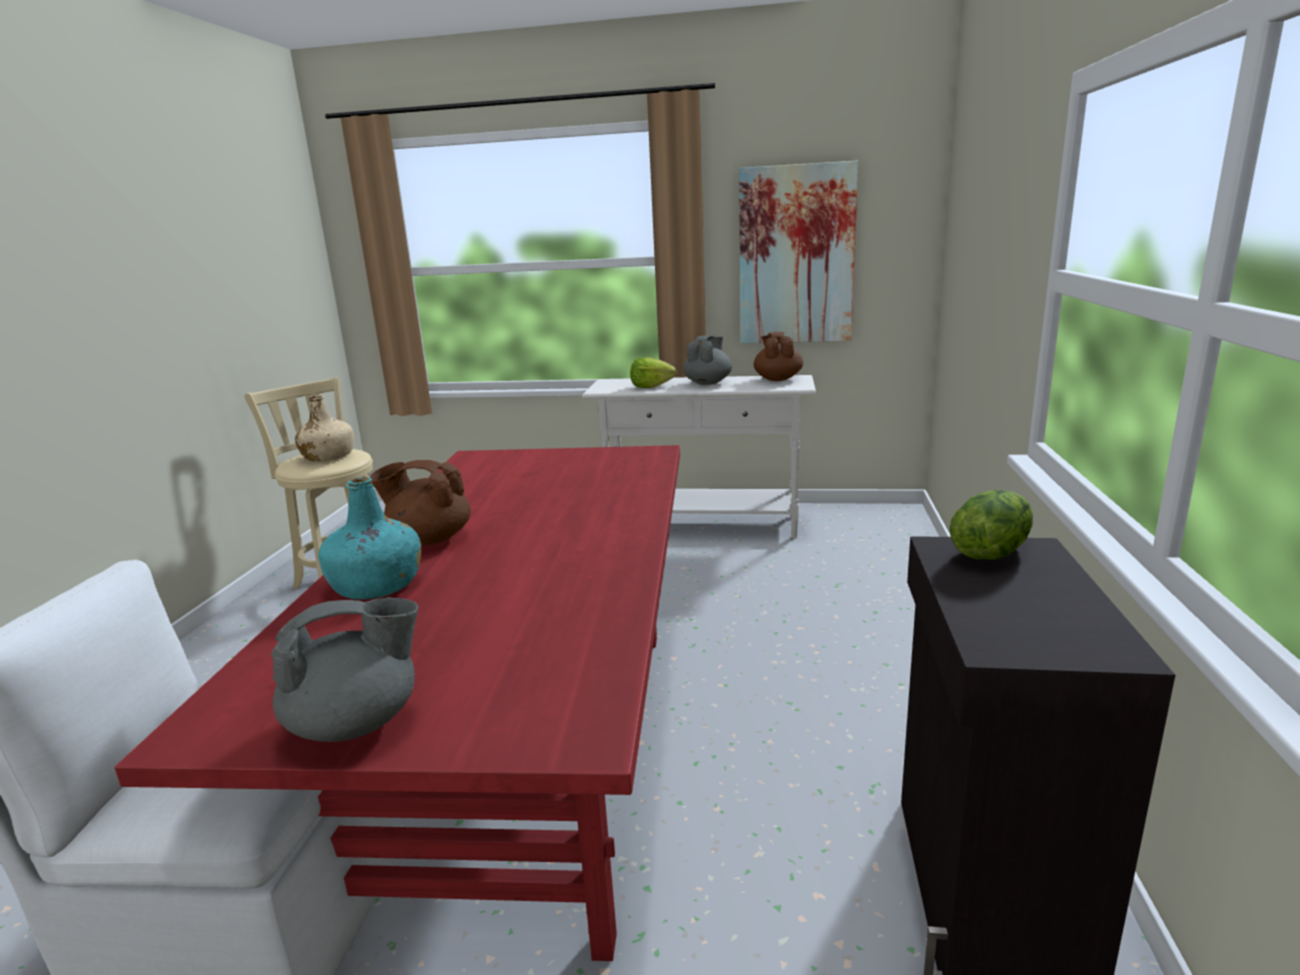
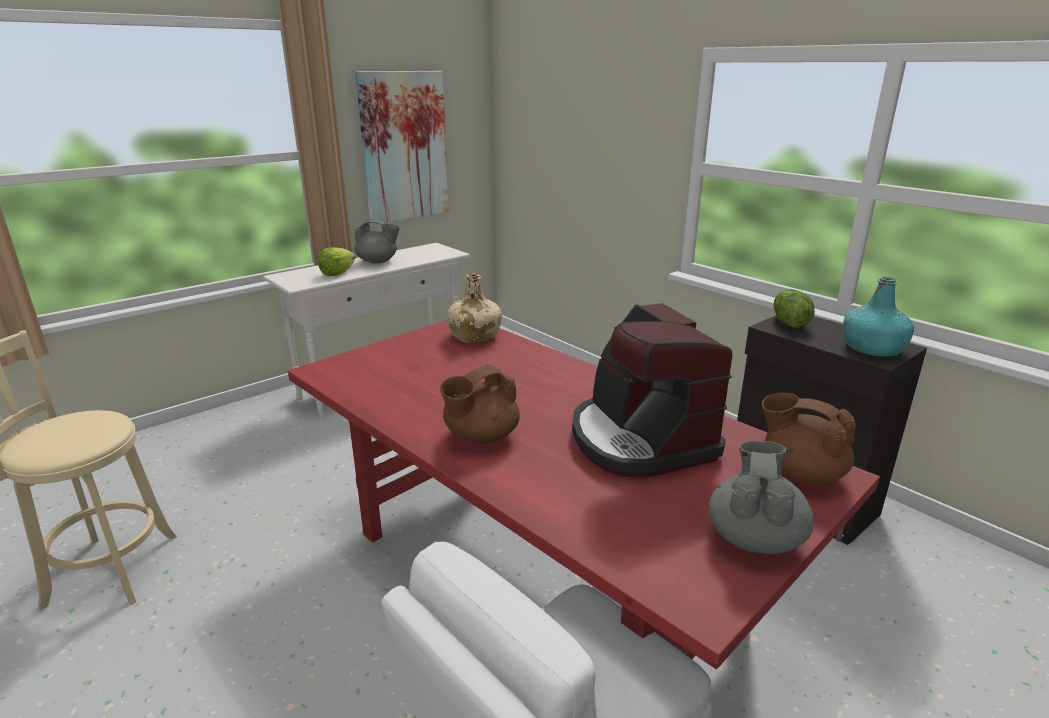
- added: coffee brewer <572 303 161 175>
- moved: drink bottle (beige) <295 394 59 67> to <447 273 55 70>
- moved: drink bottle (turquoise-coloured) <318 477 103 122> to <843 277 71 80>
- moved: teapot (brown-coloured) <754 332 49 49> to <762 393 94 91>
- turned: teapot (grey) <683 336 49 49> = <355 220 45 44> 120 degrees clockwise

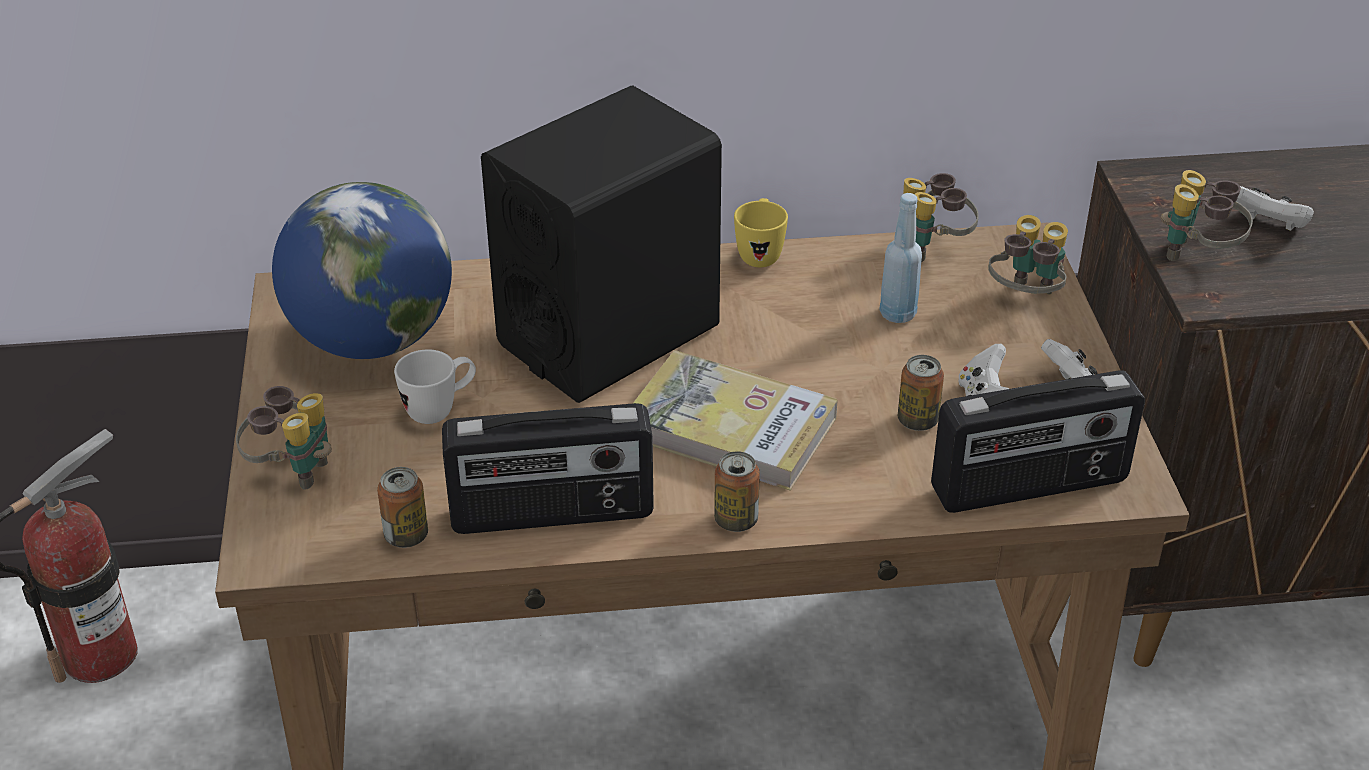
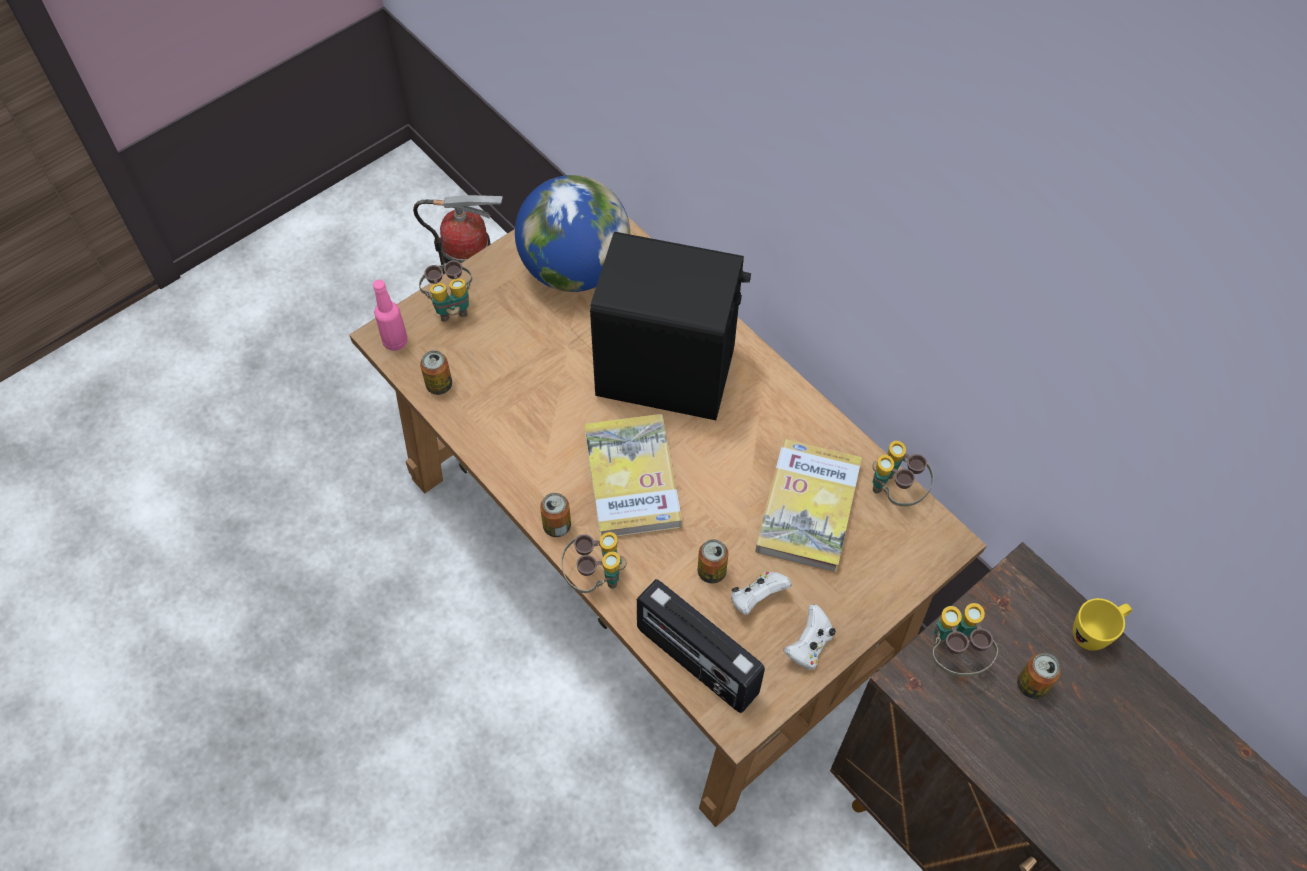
- removed: mug (white) <394 349 82 75>
- removed: radio set <442 403 212 131>
- added: drink bottle (pinkish) <373 280 35 71>
- moved: mug (yellow-coloured) <734 198 54 69> to <1073 598 59 53>
- moved: pair of binoculars <988 215 80 80> to <561 532 66 61>
- replaced: drink bottle (blue-coloured) <880 193 42 130> to volume <755 439 107 133>
- replaced: game controller (white) <1236 186 78 45> to metal can <1017 653 44 46>

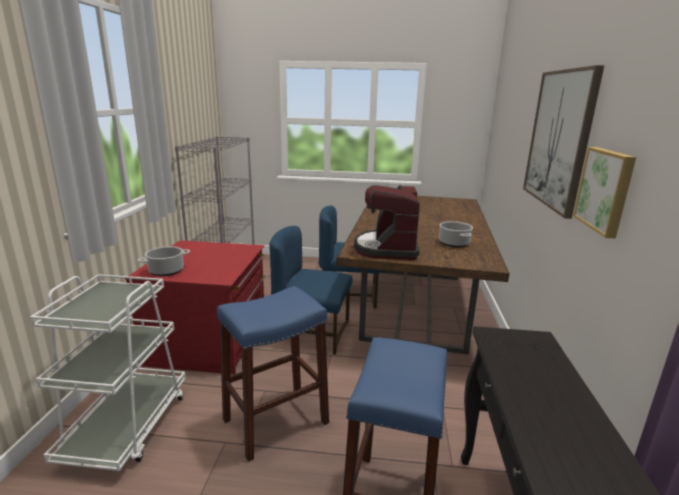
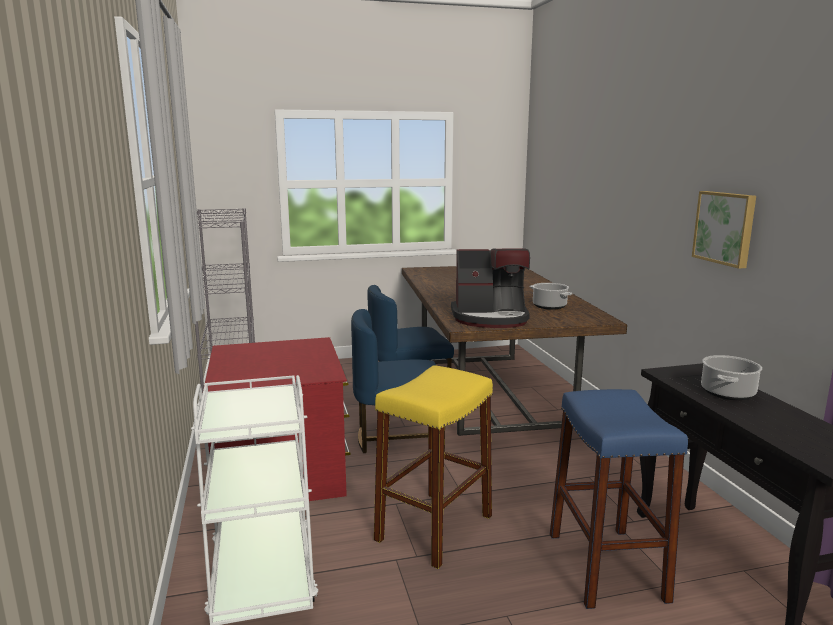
- removed: wall picture <523 65 81 154>
- moved: saucepot <137 246 53 30> to <701 355 61 45>
- recoloured: stool seat (blue-coloured) <217 286 112 176> to stool seat (yellow-coloured) <374 366 119 203>
- turned: coffee brewer <354 185 66 75> = <451 248 79 80> 75 degrees counterclockwise

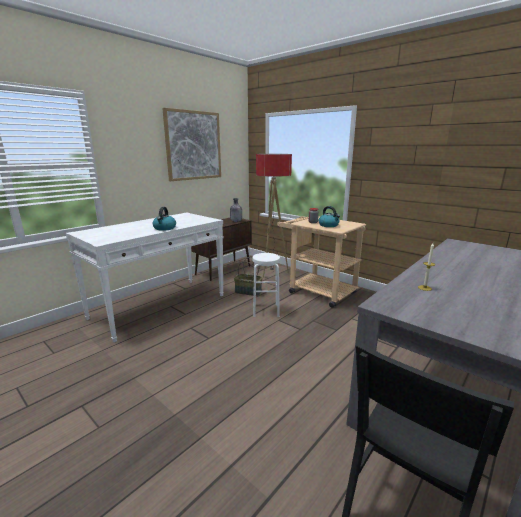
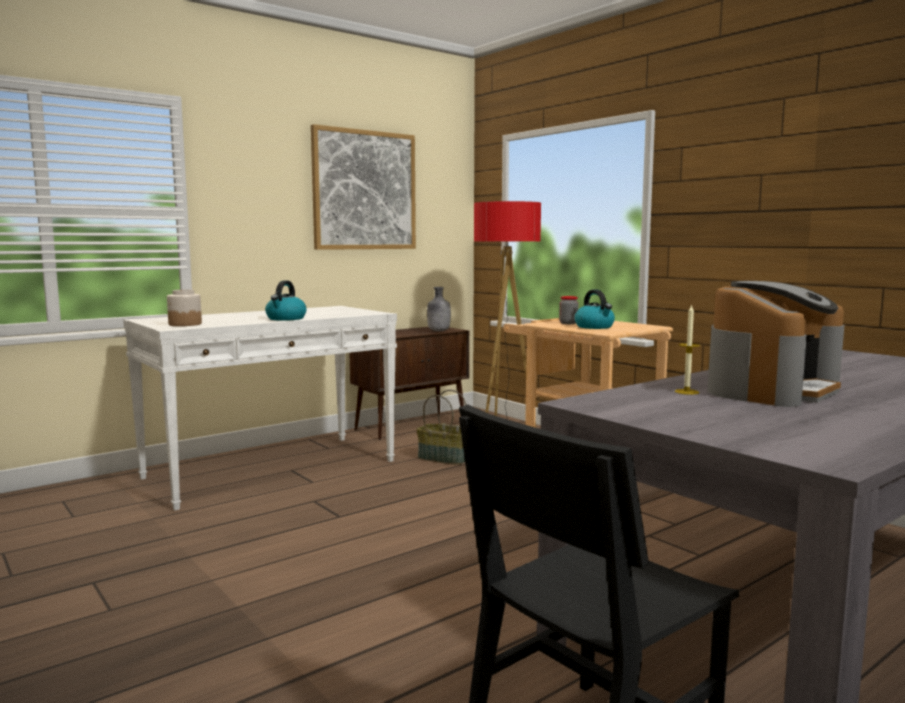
- removed: stool seat (white) <252 253 28 64>
- added: jar <167 290 35 36>
- added: coffee brewer <707 281 137 126>

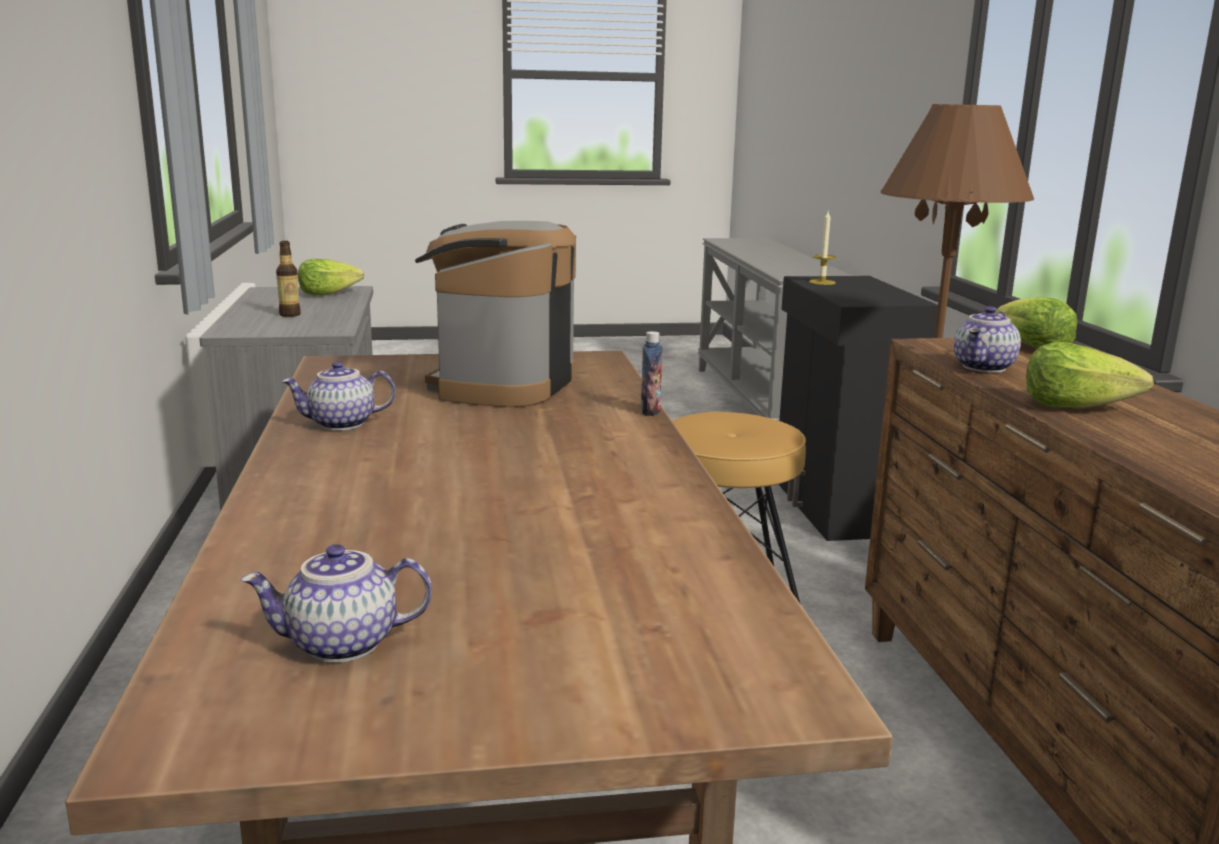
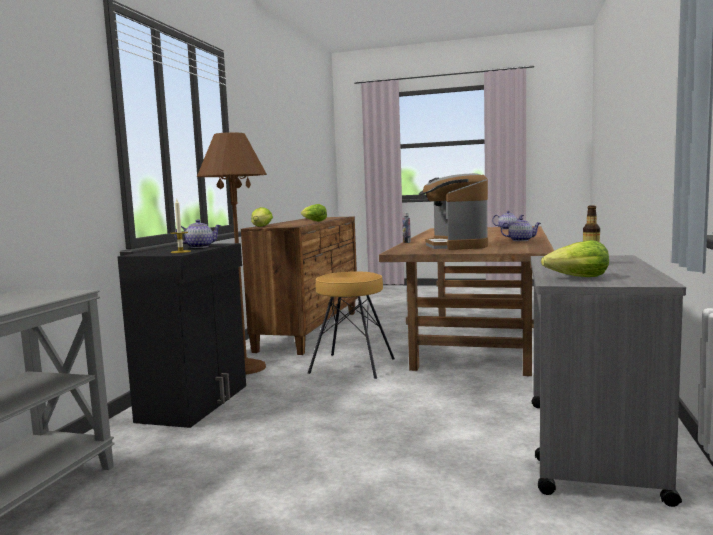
- moved: teapot <954 306 67 67> to <175 219 46 29>
- turned: coffee brewer <415 221 161 186> = <419 173 69 77> 135 degrees clockwise

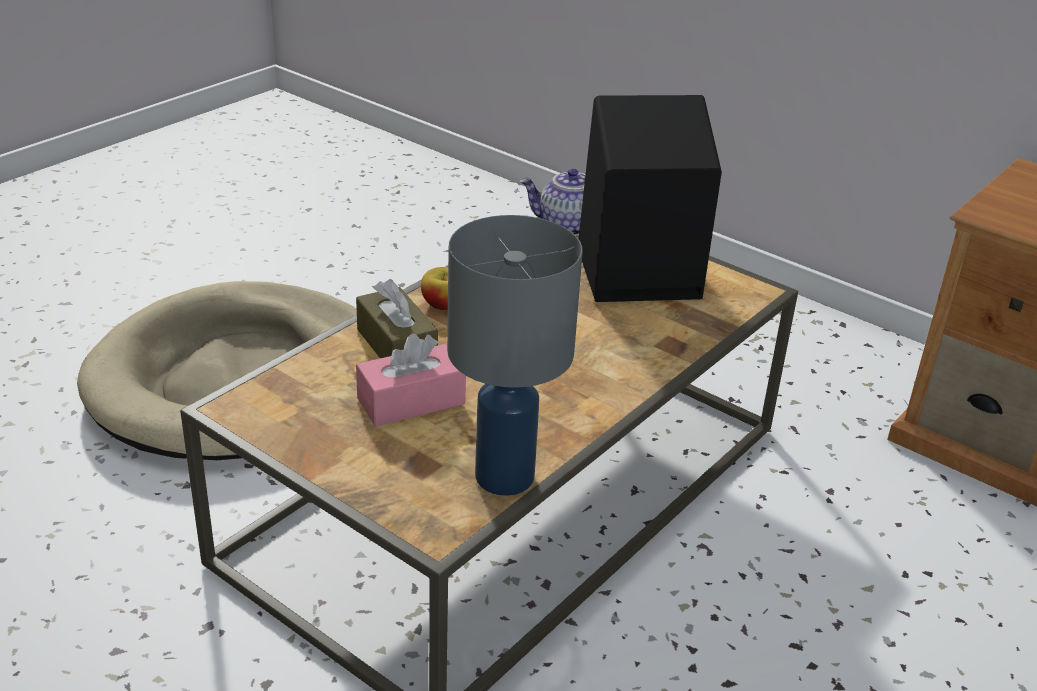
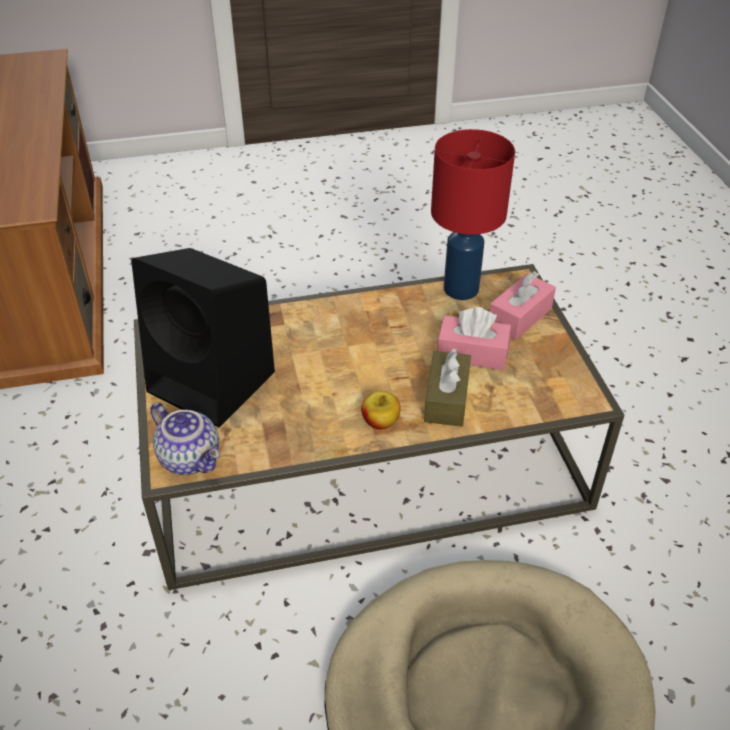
- added: box of tissues (pinkish) <489 271 67 69>
- recoloured: tabletop lamp (grey) <447 215 136 281> to tabletop lamp (red-coloured) <431 129 84 171>

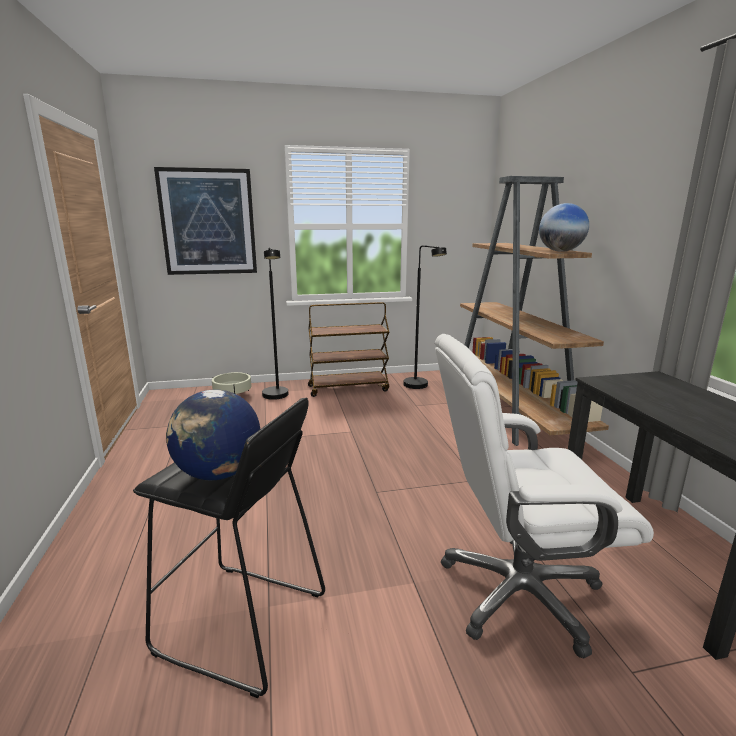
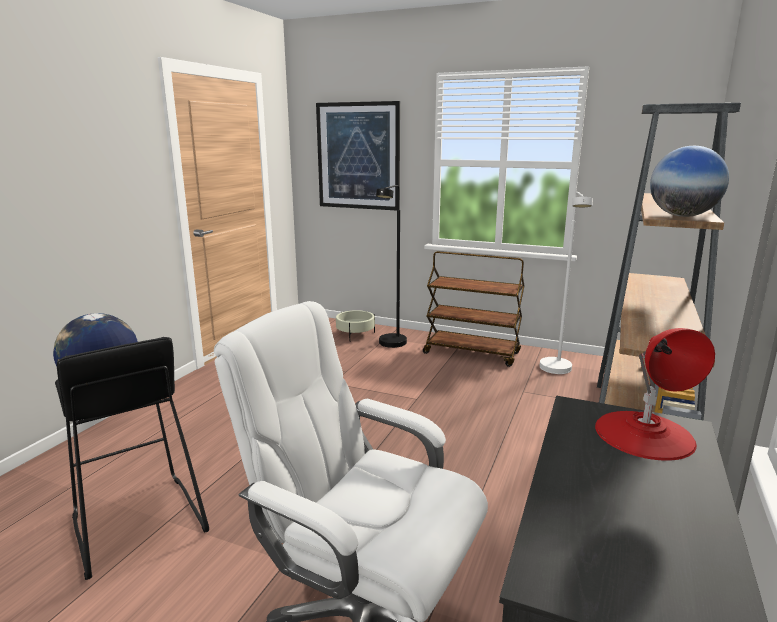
- added: tabletop lamp (red-coloured) <595 328 120 133>
- recoloured: floor lamp (black-coloured) <404 245 43 144> to floor lamp (white) <540 192 53 182>

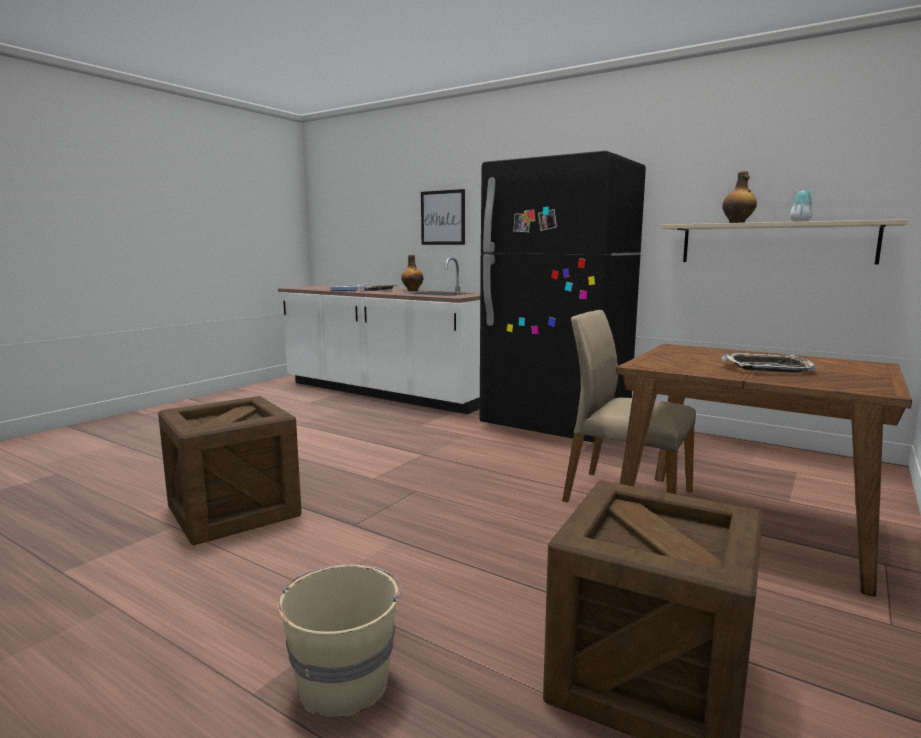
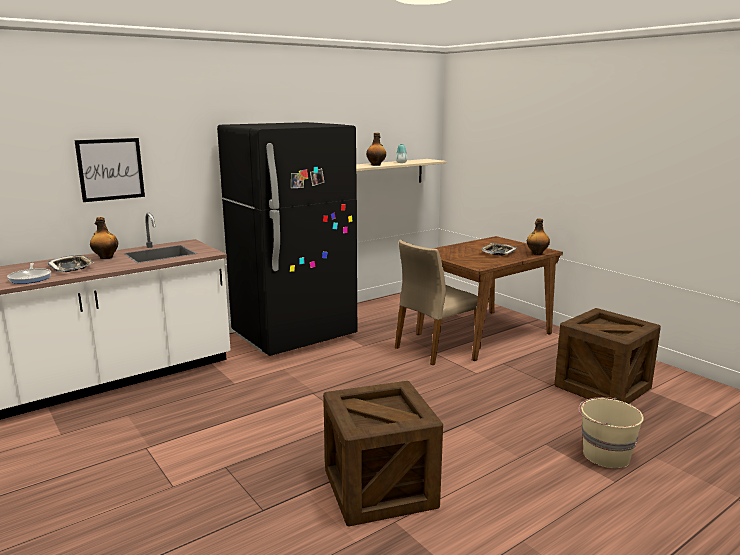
- added: drink bottle <527 218 23 37>

